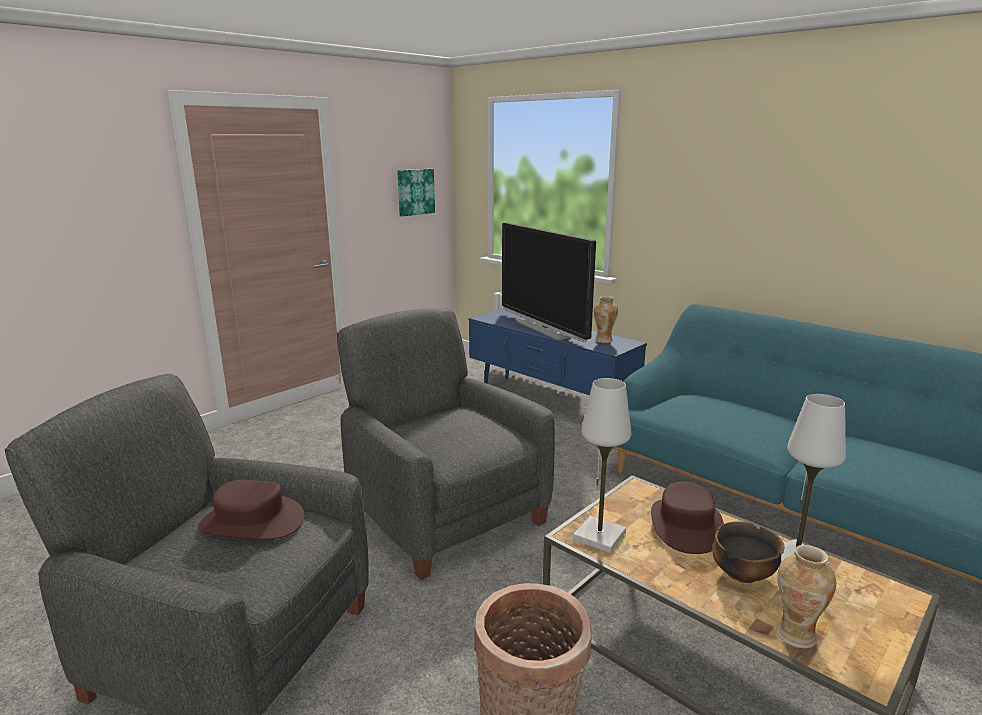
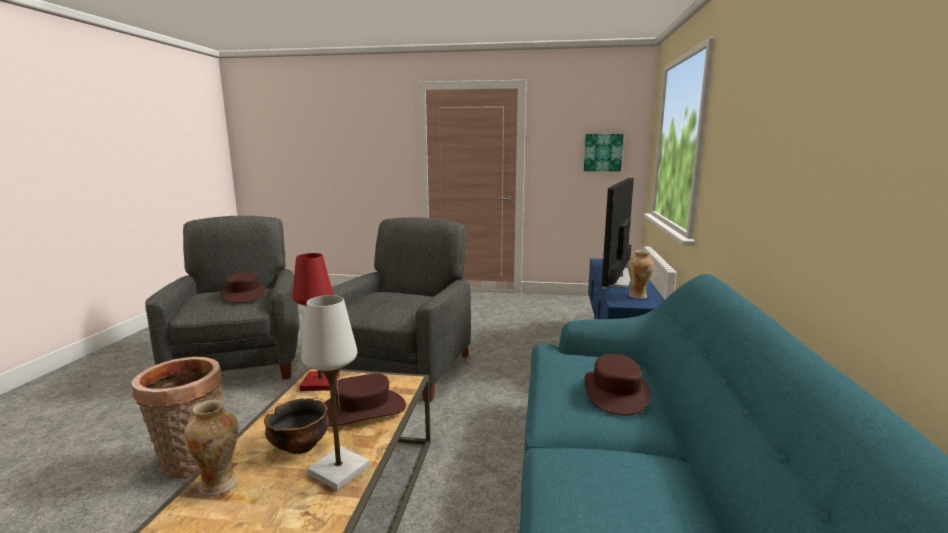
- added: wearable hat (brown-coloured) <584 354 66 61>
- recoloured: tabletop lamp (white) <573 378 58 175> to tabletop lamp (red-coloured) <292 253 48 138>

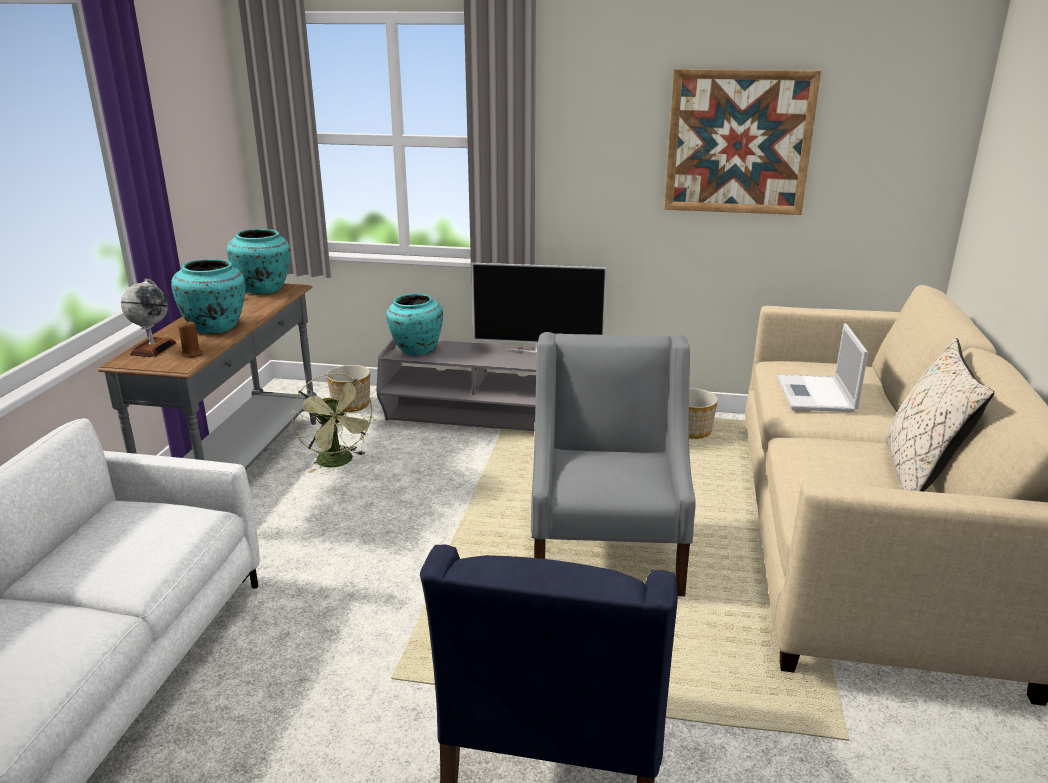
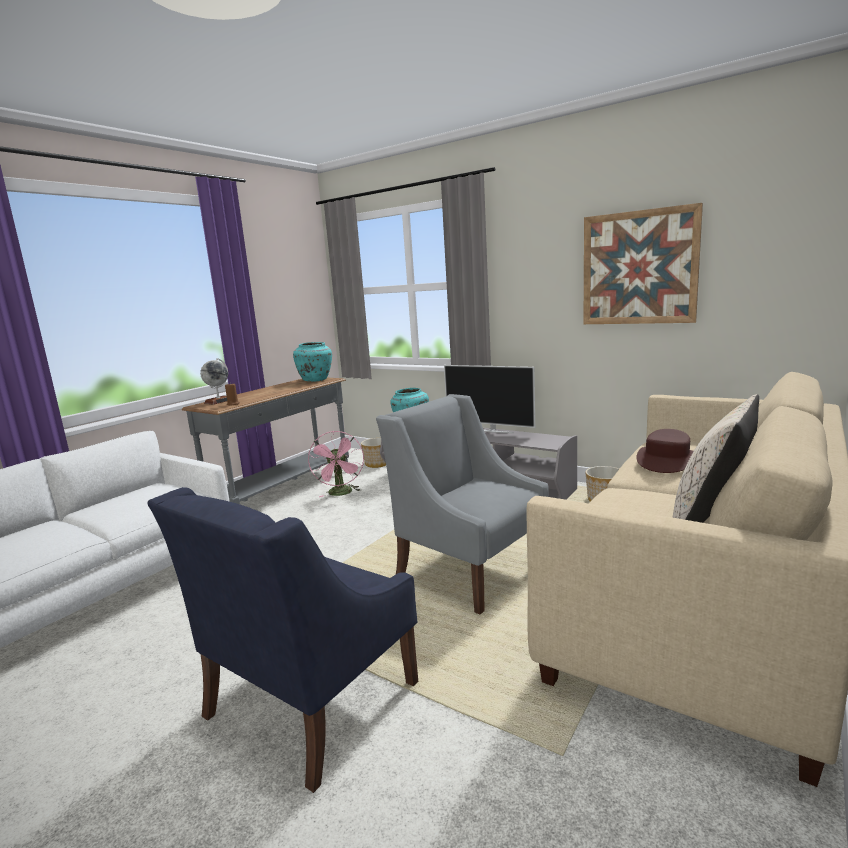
- removed: flower vase (turquoise-coloured) <171 259 75 75>
- replaced: laptop <777 323 91 89> to wearable hat (brown-coloured) <636 429 58 44>
- recoloured: cooling fan (green) <291 373 85 100> to cooling fan (pinkish) <308 431 56 66>
- turned: lounge chair (grey) <531 332 165 264> = <376 394 173 221> 75 degrees counterclockwise

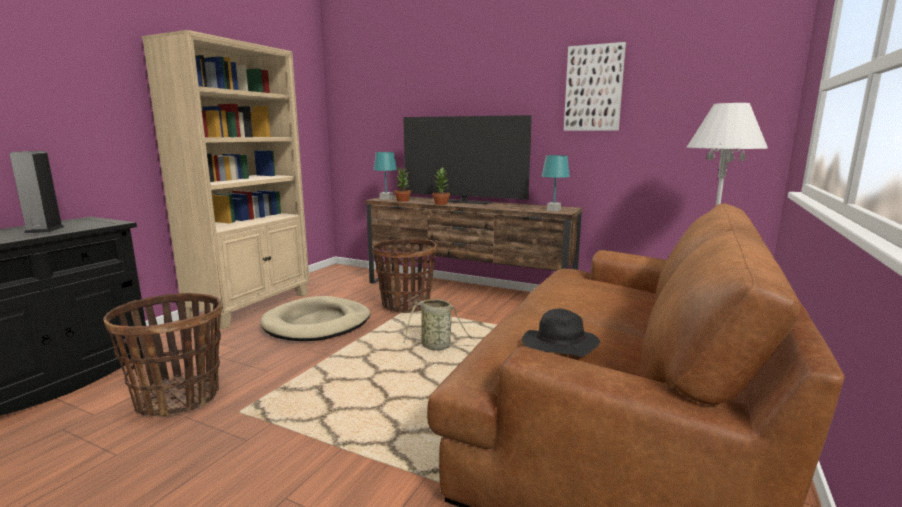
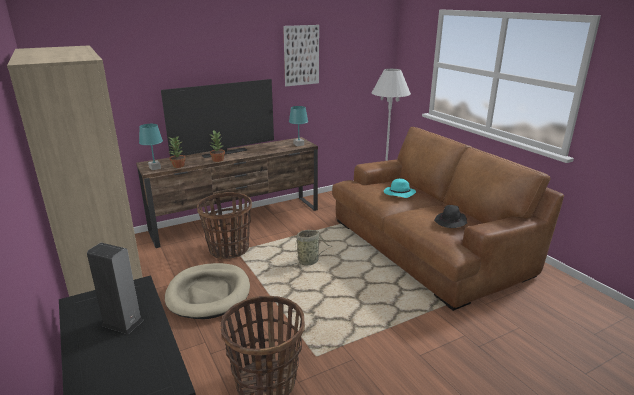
- added: wearable hat (turquoise-coloured) <384 178 32 20>

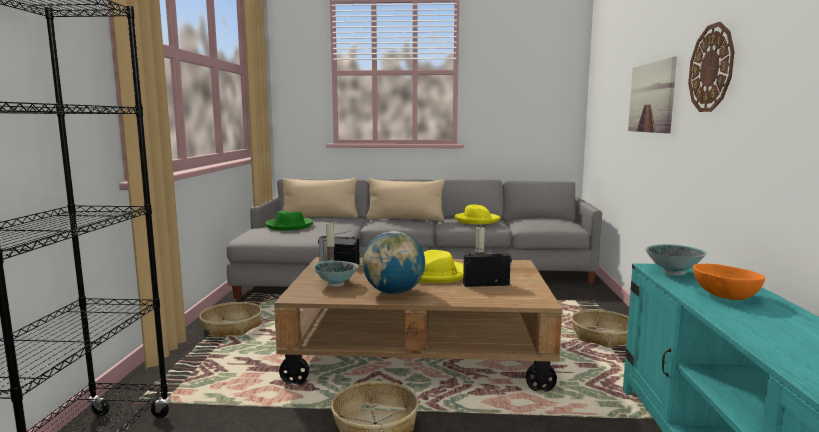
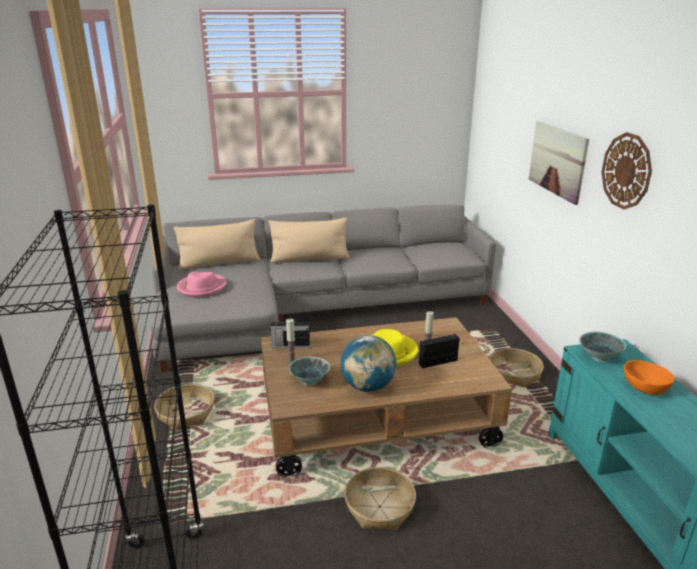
- removed: wearable hat (yellow-coloured) <454 204 47 20>
- recoloured: wearable hat (green) <265 211 48 20> to wearable hat (pinkish) <177 272 50 25>

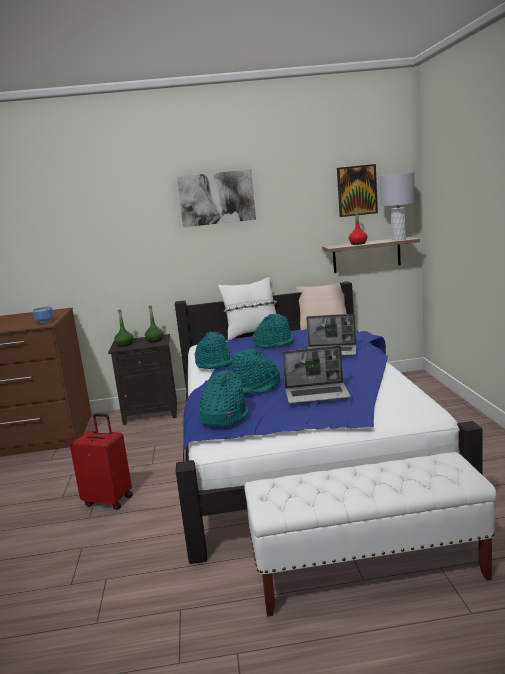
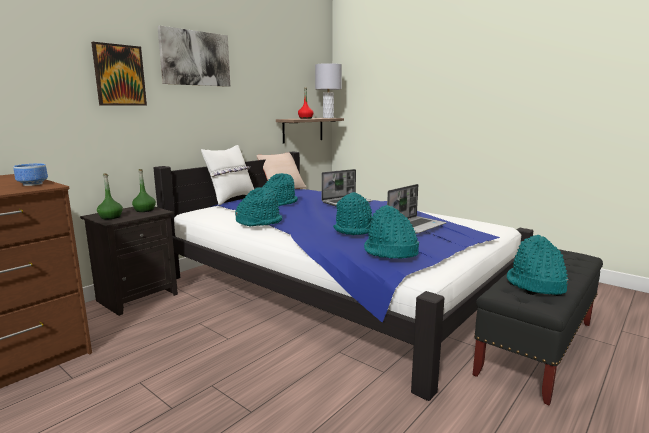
- removed: suitcase (red-coloured) <70 413 63 97>
- added: wearable hat (turquoise-coloured) <507 235 61 60>
- moved: wall picture <337 164 41 53> to <91 42 56 64>
- recoloured: indoor bench (white) <244 452 253 164> to indoor bench (black-coloured) <473 249 130 156>

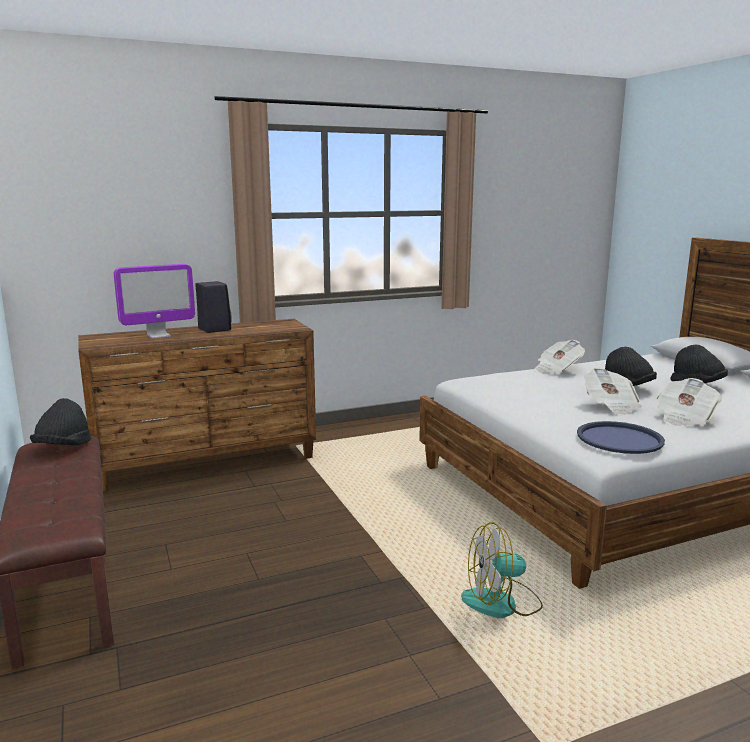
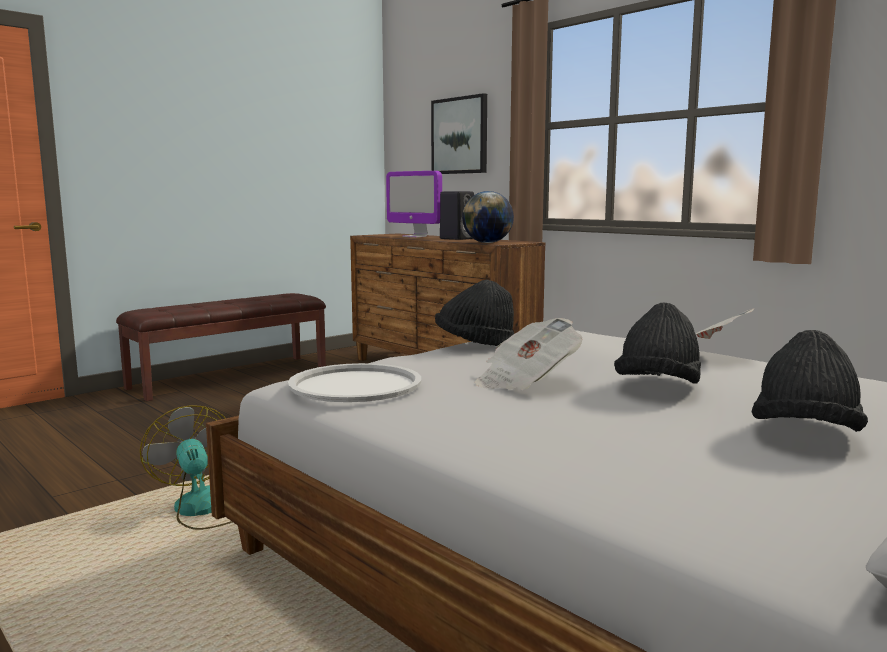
- removed: printed paper <657 378 65 48>
- added: wall picture <431 93 56 81>
- added: world globe <462 191 52 52>
- moved: wearable hat (black-coloured) <30 398 61 47> to <435 280 79 66>
- recoloured: carrying tray (blue-coloured) <577 421 88 33> to carrying tray (white) <288 363 133 39>

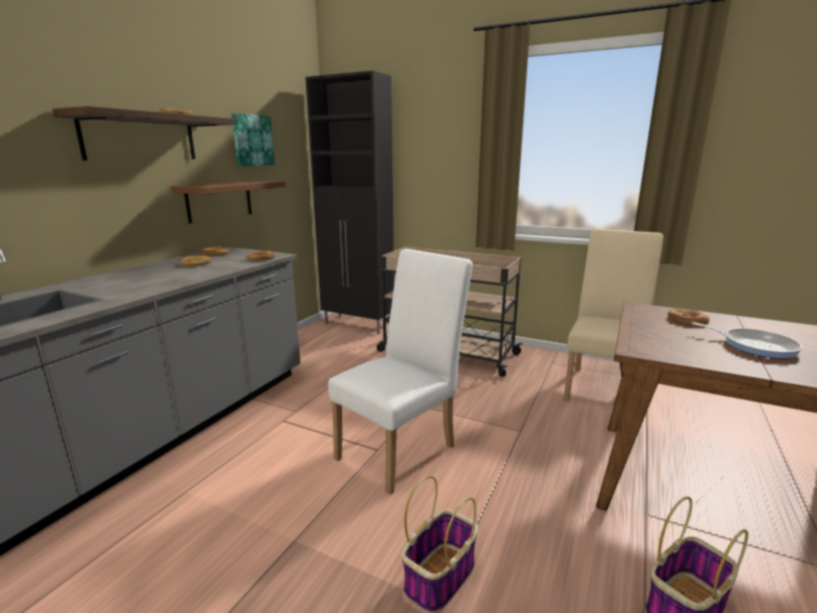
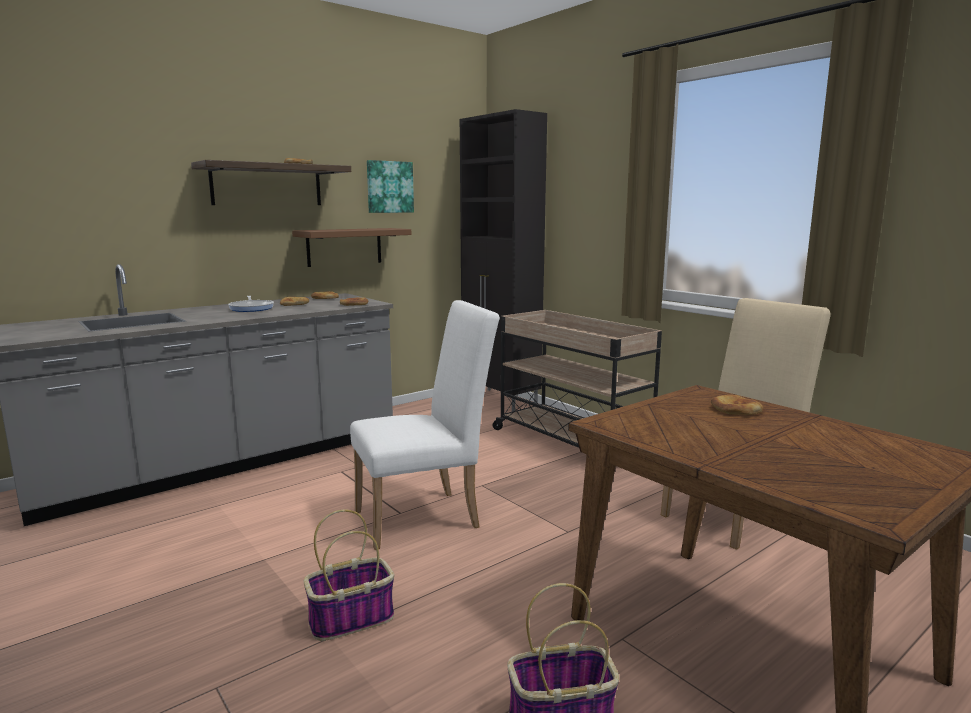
- moved: pan <692 322 110 37> to <228 296 46 16>

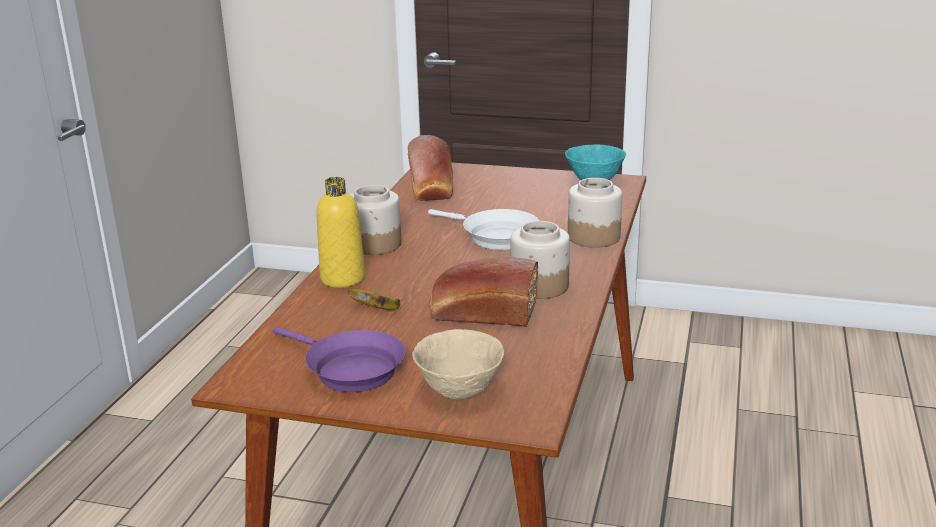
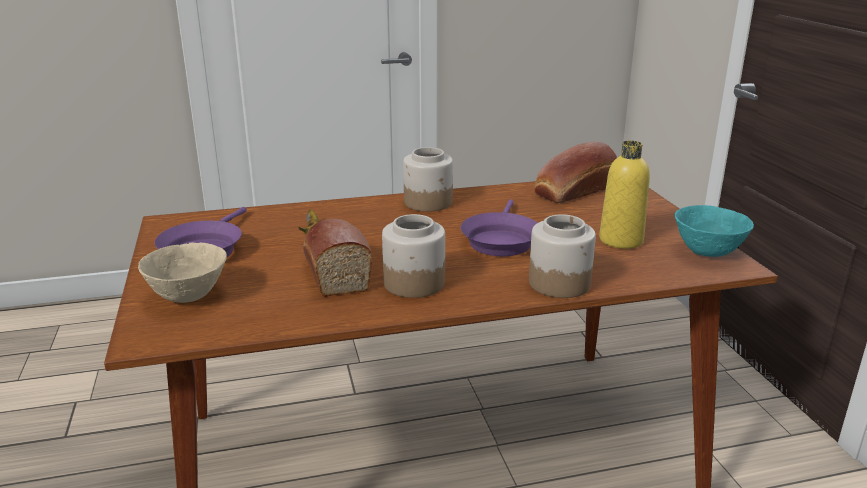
- moved: drink bottle (yellow-coloured) <316 177 49 111> to <599 141 51 108>
- recoloured: pan (white) <428 209 111 41> to pan (purple-coloured) <461 199 77 57>

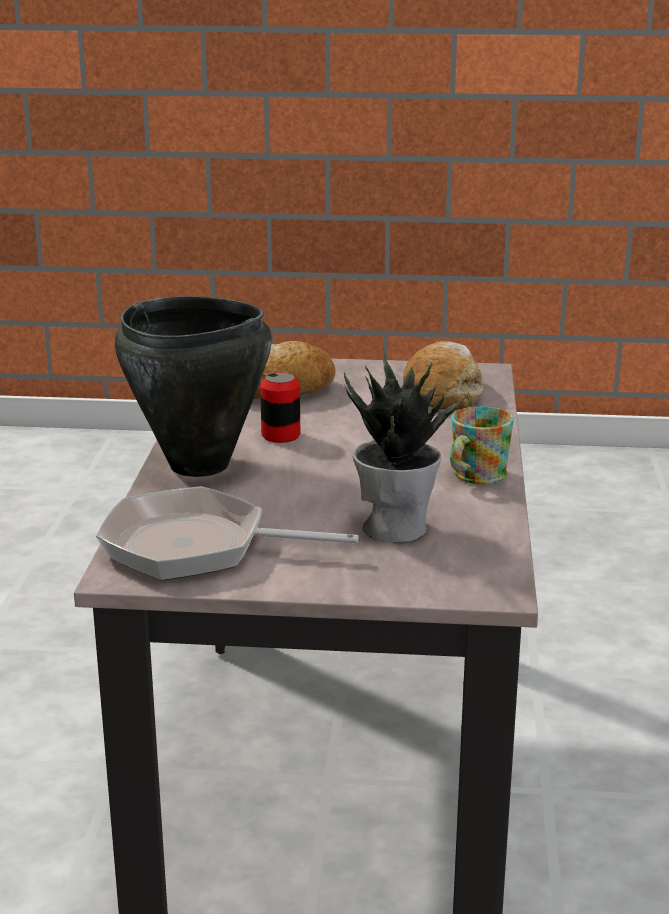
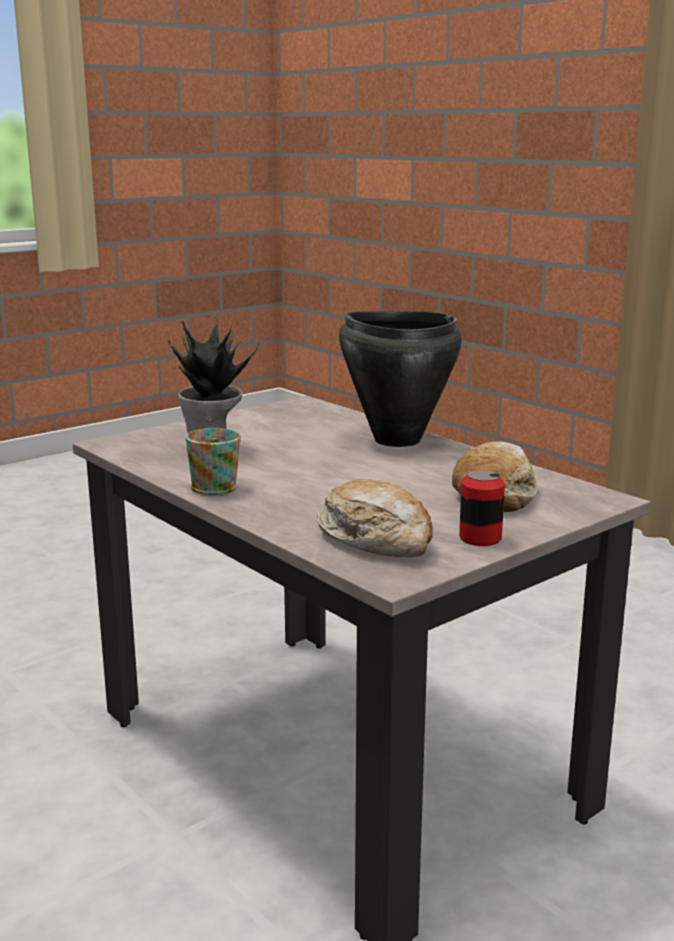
- removed: pan <96 486 262 94>
- moved: metal can <260 373 40 70> to <459 470 46 76>

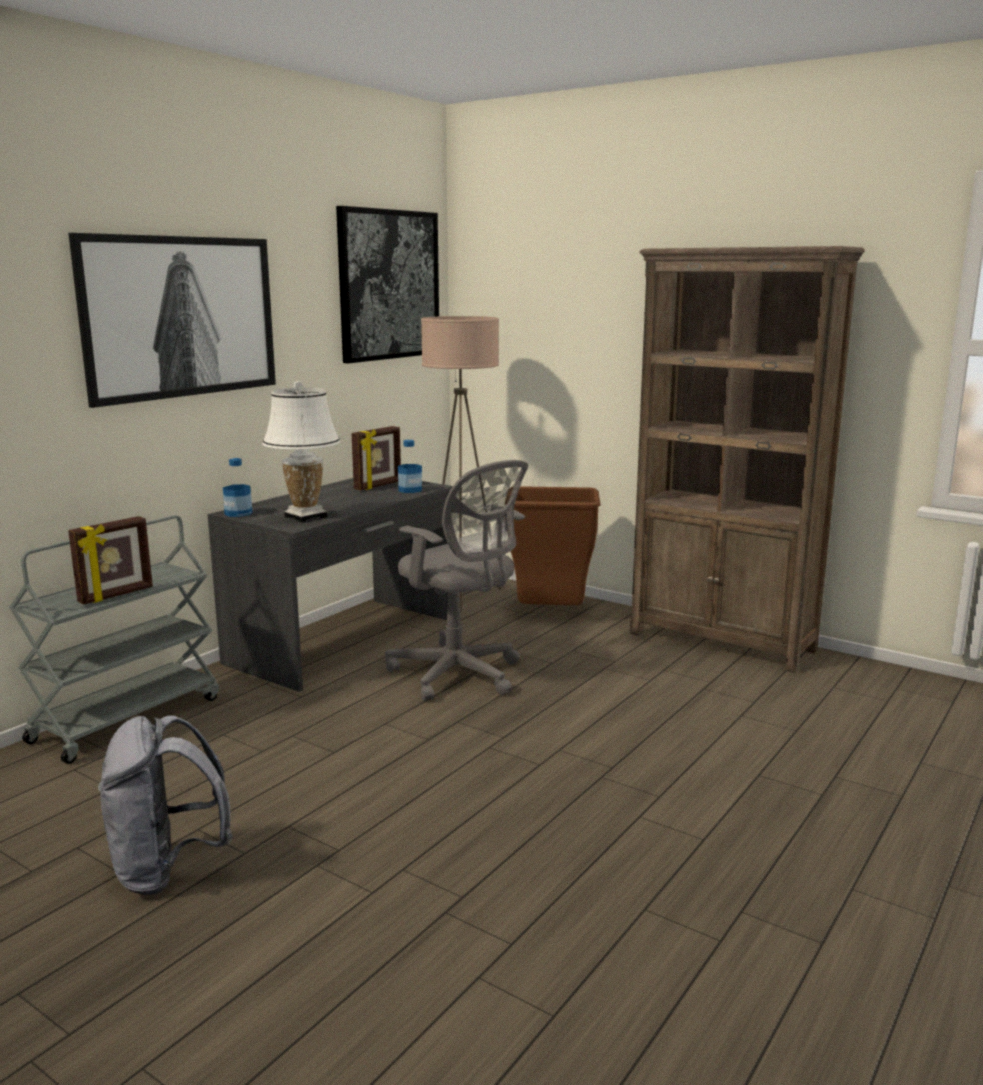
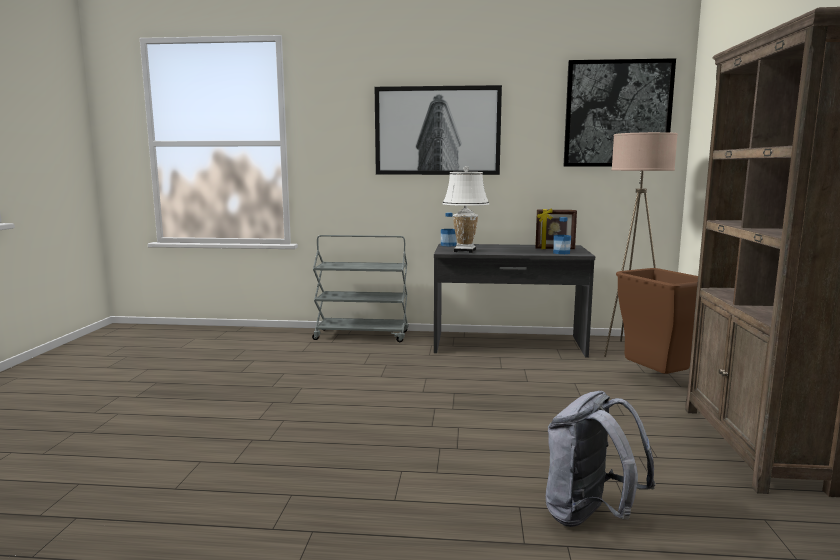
- removed: picture frame <68 516 85 88>
- removed: office chair (grey) <385 460 143 241>
- moved: rucksack (grey) <98 716 134 179> to <546 391 109 136>

